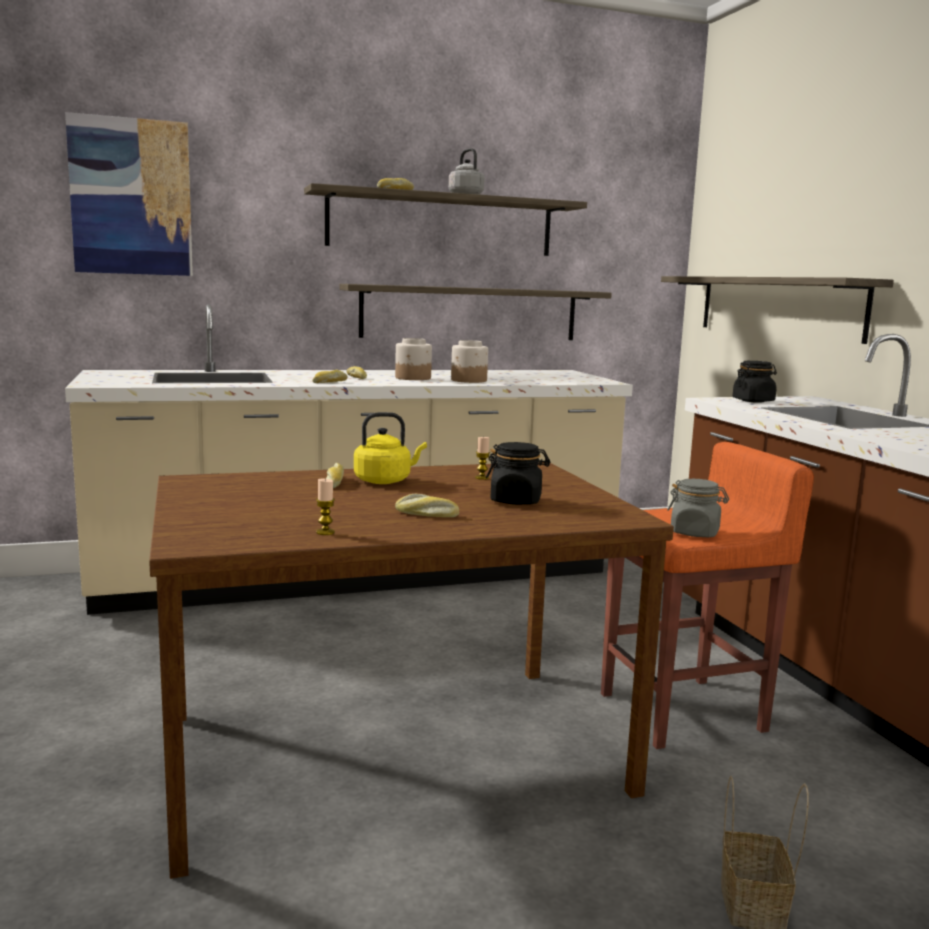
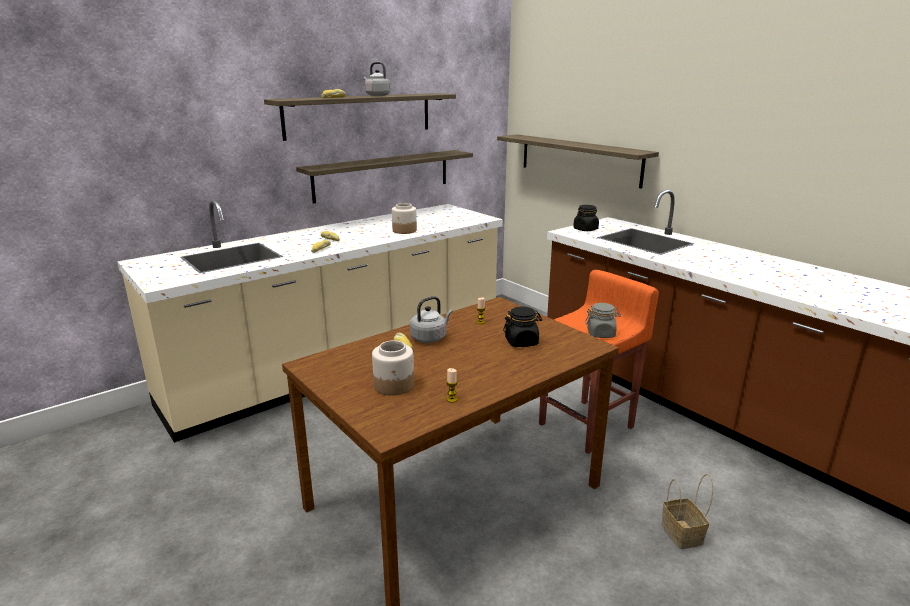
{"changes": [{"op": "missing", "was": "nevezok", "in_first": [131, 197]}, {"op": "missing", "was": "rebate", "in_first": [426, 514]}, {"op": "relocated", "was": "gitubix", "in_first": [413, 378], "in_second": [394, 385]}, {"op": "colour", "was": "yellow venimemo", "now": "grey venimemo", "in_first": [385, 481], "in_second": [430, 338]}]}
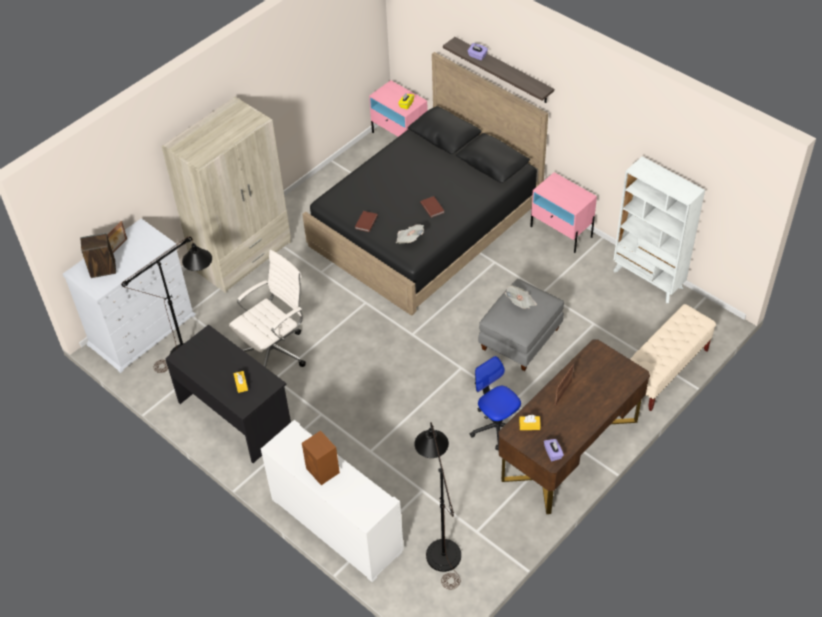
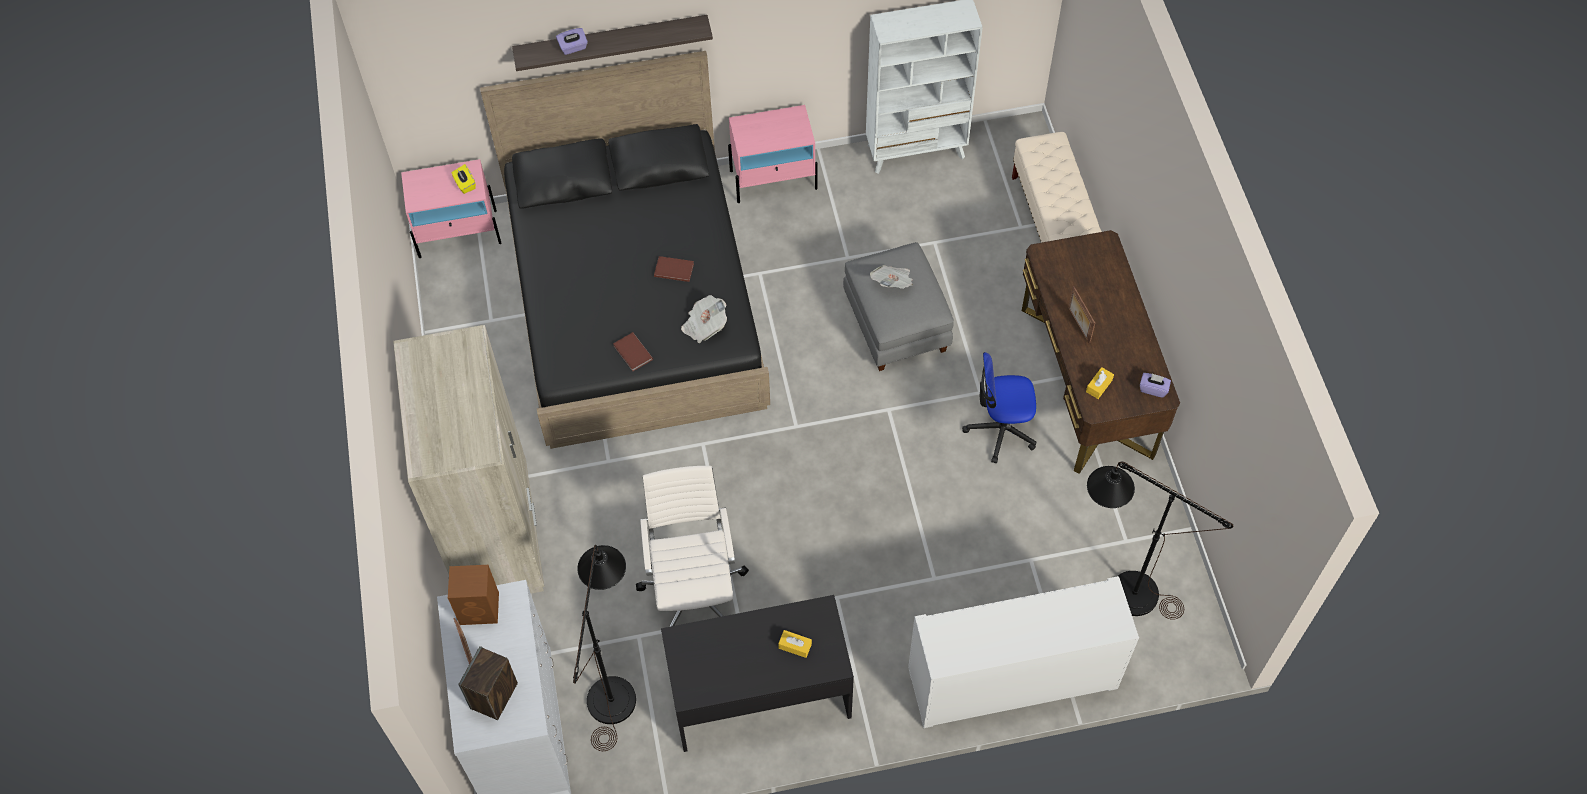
{"changes": [{"op": "relocated", "was": "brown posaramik", "in_first": [323, 471], "in_second": [480, 608]}]}
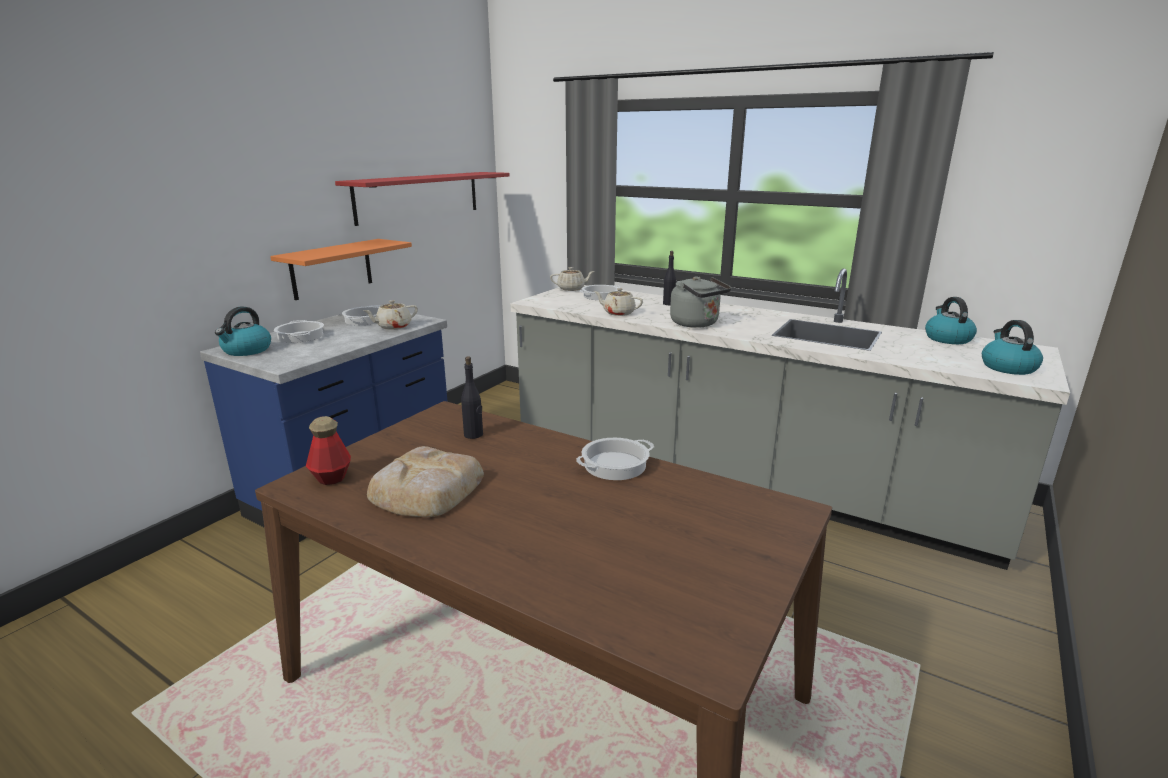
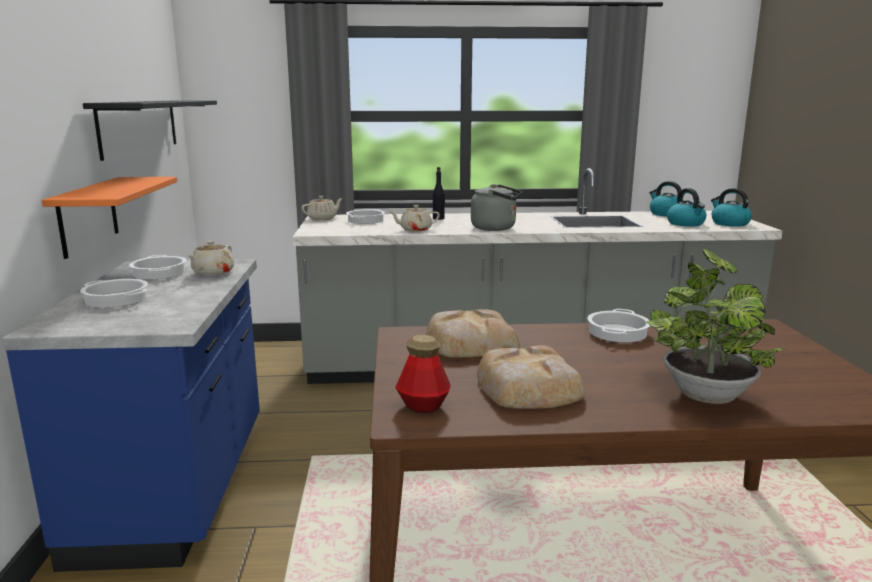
{"changes": [{"op": "appeared", "now": "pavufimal", "in_second": [704, 392]}, {"op": "relocated", "was": "venimemo", "in_first": [246, 350], "in_second": [686, 224]}, {"op": "exchanged", "was": "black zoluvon", "now": "rebate", "in_first": [473, 435], "in_second": [469, 342]}, {"op": "colour", "was": "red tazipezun", "now": "black tazipezun", "in_first": [419, 196], "in_second": [140, 126]}]}
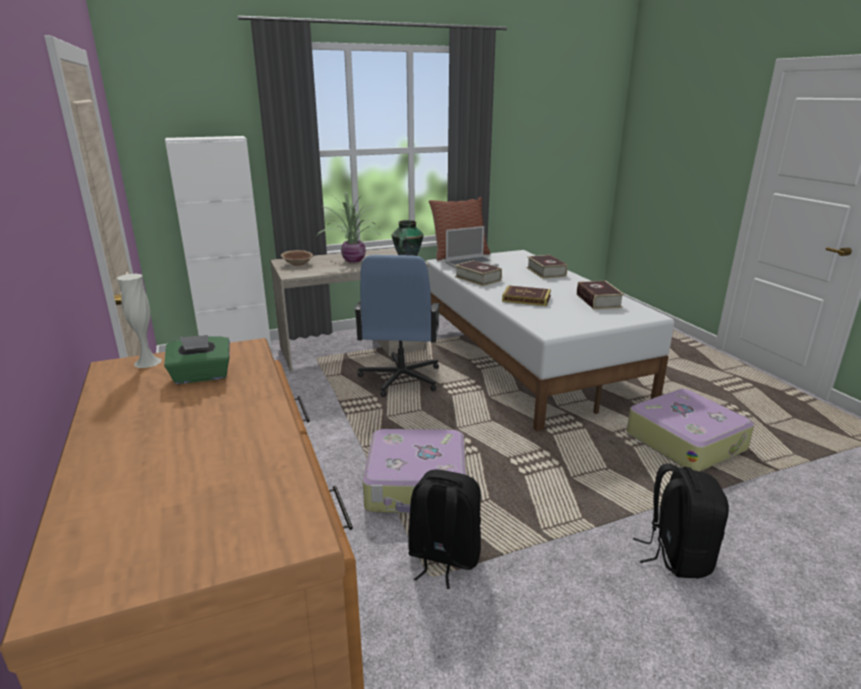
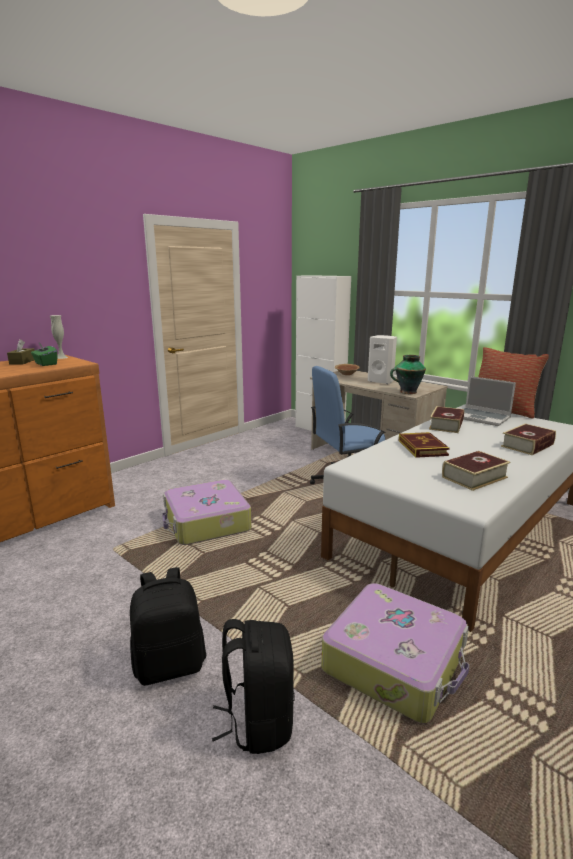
{"changes": [{"op": "appeared", "now": "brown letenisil", "in_second": [22, 362]}, {"op": "relocated", "was": "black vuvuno", "in_first": [443, 557], "in_second": [258, 720]}, {"op": "exchanged", "was": "pavufimal", "now": "white posaramik", "in_first": [353, 260], "in_second": [381, 381]}]}
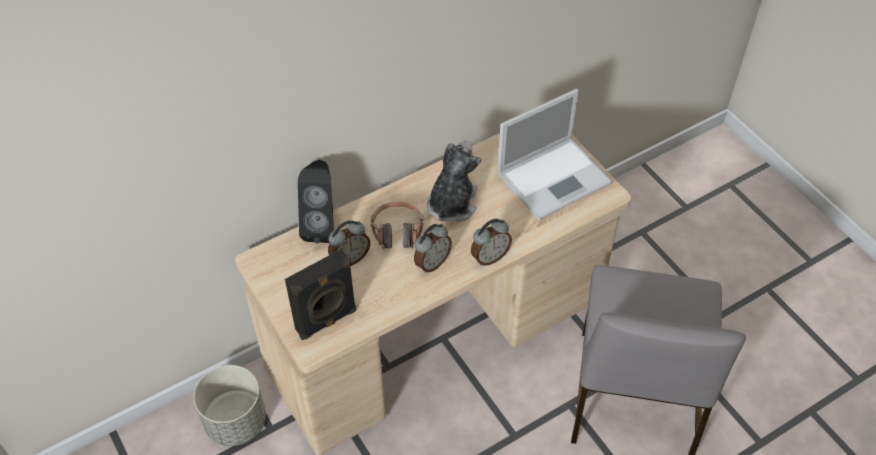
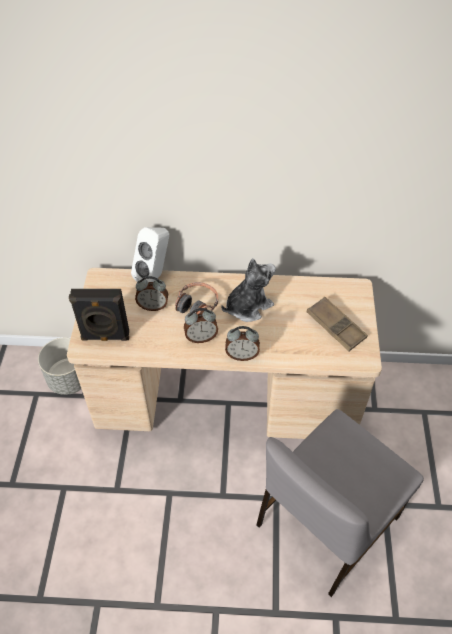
{"changes": [{"op": "exchanged", "was": "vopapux", "now": "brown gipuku", "in_first": [555, 177], "in_second": [335, 326]}, {"op": "colour", "was": "black posaramik", "now": "white posaramik", "in_first": [322, 226], "in_second": [155, 276]}]}
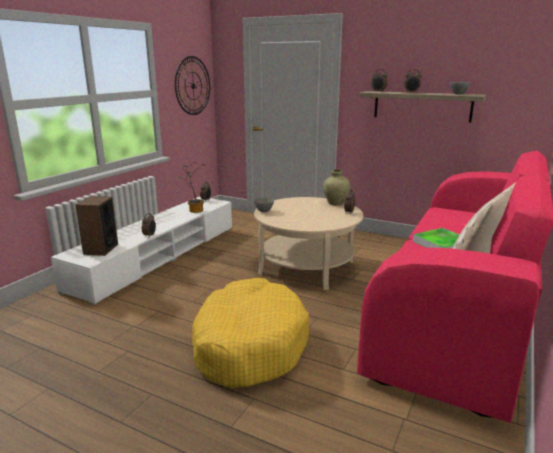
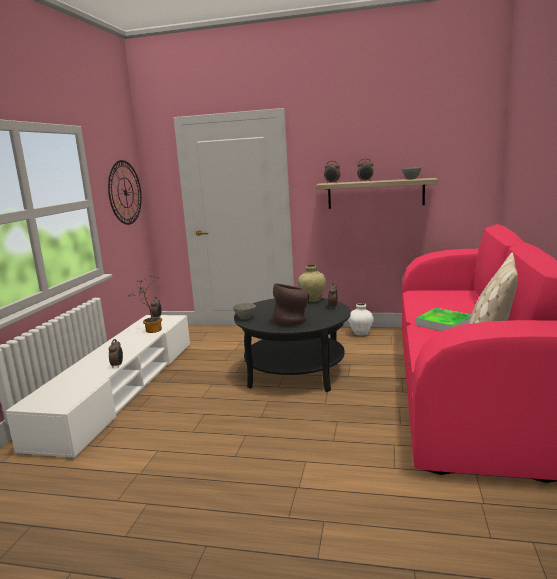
{"changes": [{"op": "missing", "was": "posaramik", "in_first": [100, 249]}, {"op": "missing", "was": "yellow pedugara", "in_first": [249, 345]}, {"op": "appeared", "now": "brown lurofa", "in_second": [292, 321]}, {"op": "appeared", "now": "white lurofa", "in_second": [361, 333]}, {"op": "colour", "was": "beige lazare", "now": "black lazare", "in_first": [306, 267], "in_second": [295, 372]}]}
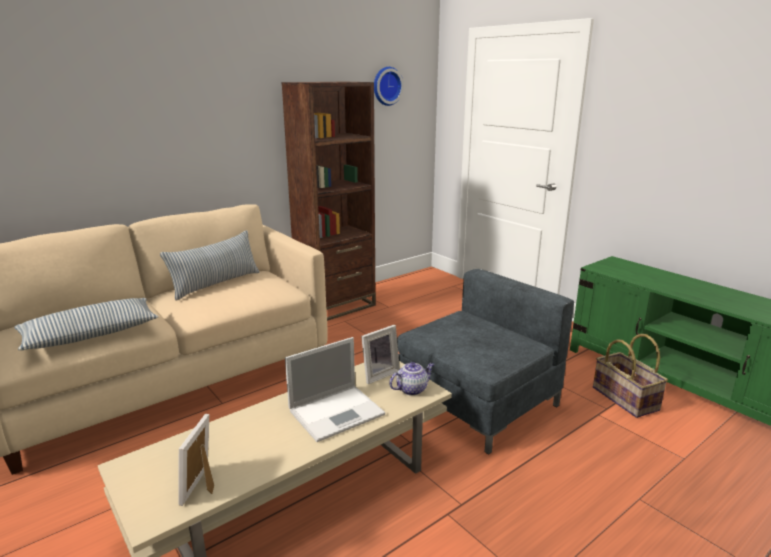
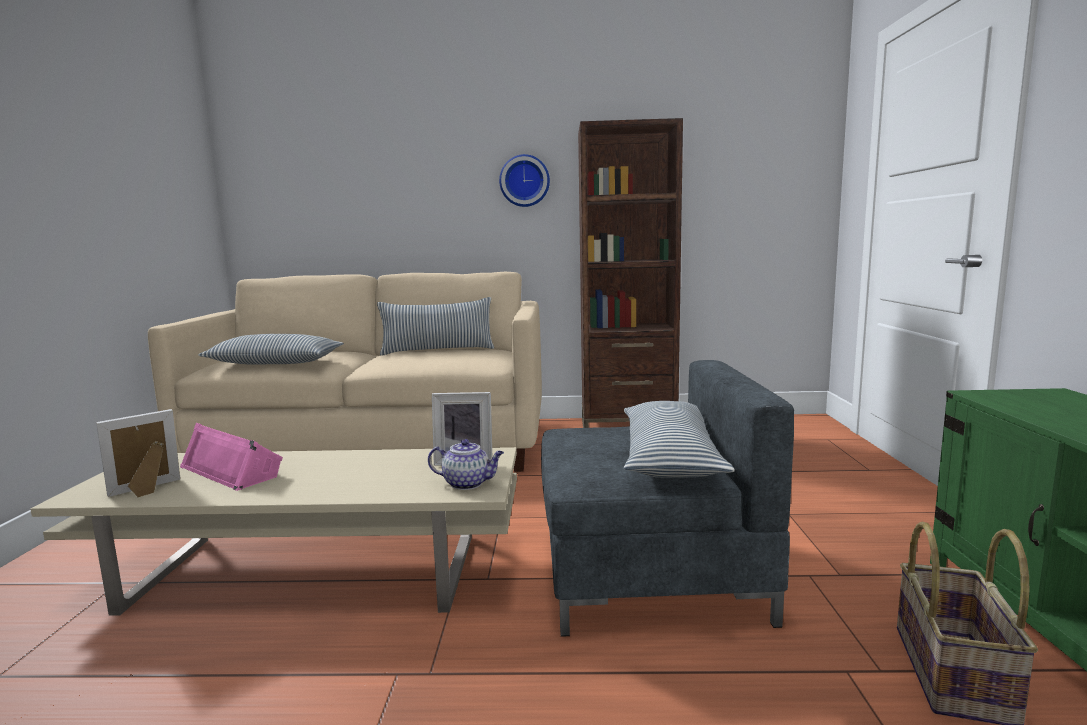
{"changes": [{"op": "missing", "was": "vopapux", "in_first": [338, 412]}, {"op": "appeared", "now": "pink posaramik", "in_second": [233, 470]}, {"op": "appeared", "now": "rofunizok", "in_second": [670, 456]}, {"op": "relocated", "was": "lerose", "in_first": [386, 86], "in_second": [524, 181]}]}
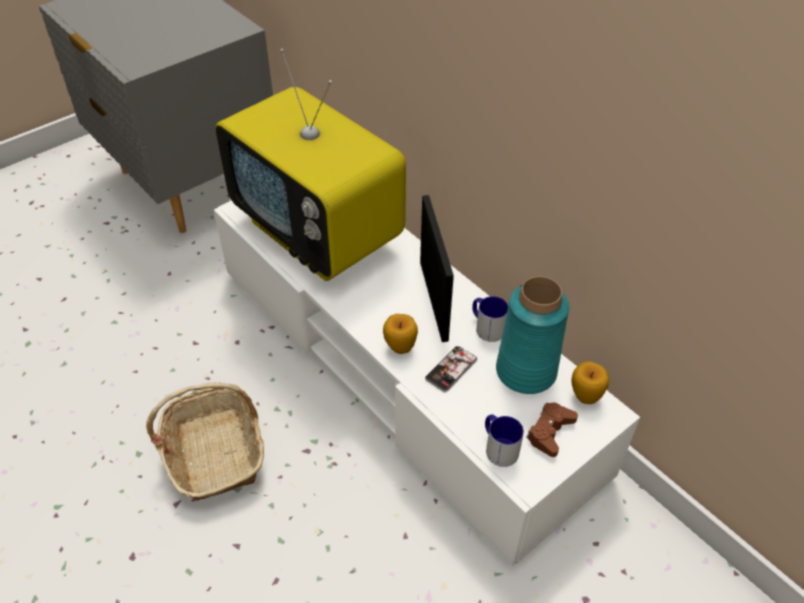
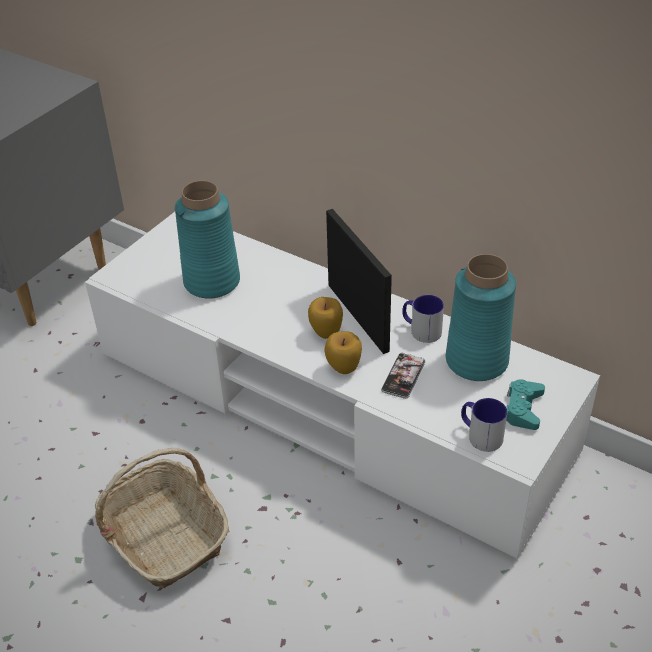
{"changes": [{"op": "relocated", "was": "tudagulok", "in_first": [585, 396], "in_second": [326, 333]}, {"op": "exchanged", "was": "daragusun", "now": "turquoise lurofa", "in_first": [320, 234], "in_second": [212, 281]}, {"op": "colour", "was": "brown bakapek", "now": "turquoise bakapek", "in_first": [550, 432], "in_second": [523, 409]}]}
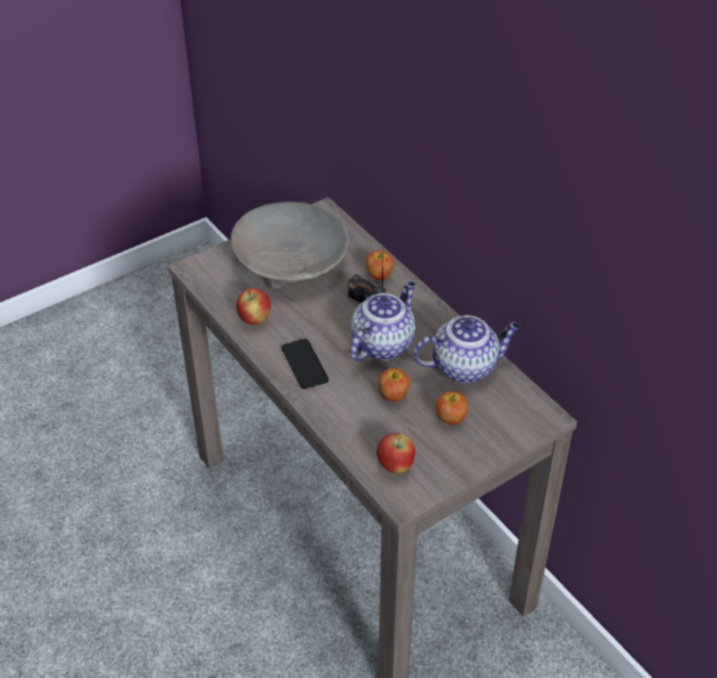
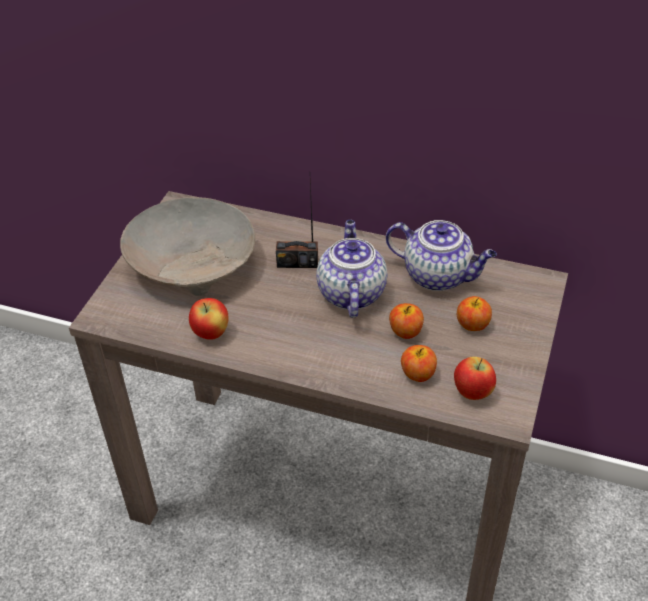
{"changes": [{"op": "missing", "was": "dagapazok", "in_first": [304, 364]}, {"op": "relocated", "was": "tudagulok", "in_first": [379, 275], "in_second": [417, 374]}, {"op": "spun", "was": "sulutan", "in_first": [465, 366], "in_second": [439, 275], "clockwise": 75}]}
